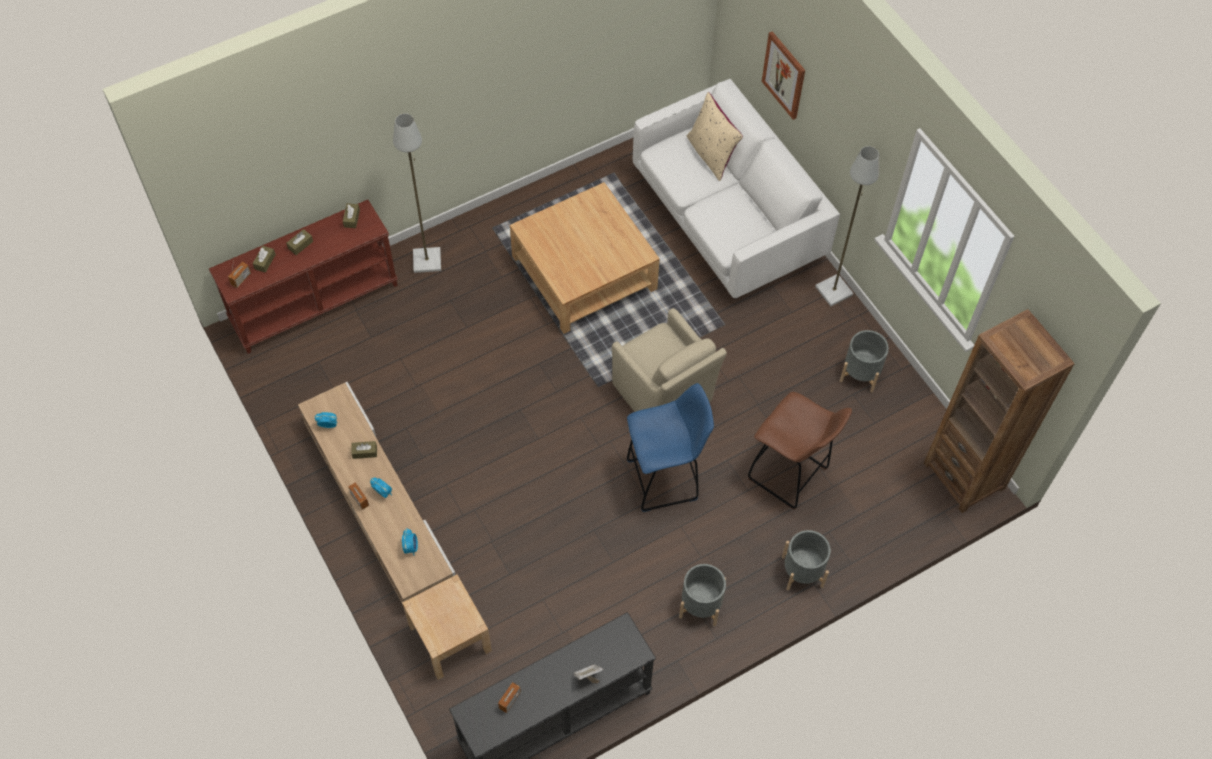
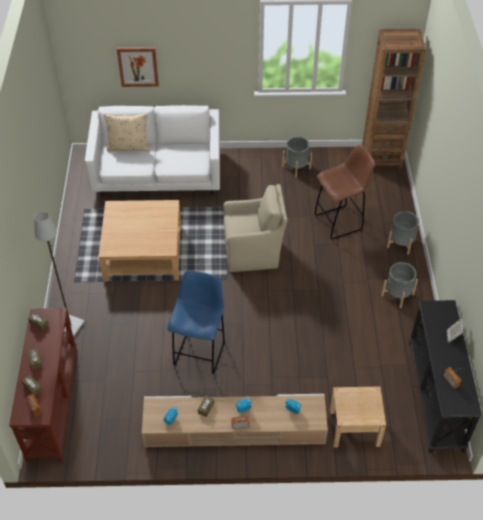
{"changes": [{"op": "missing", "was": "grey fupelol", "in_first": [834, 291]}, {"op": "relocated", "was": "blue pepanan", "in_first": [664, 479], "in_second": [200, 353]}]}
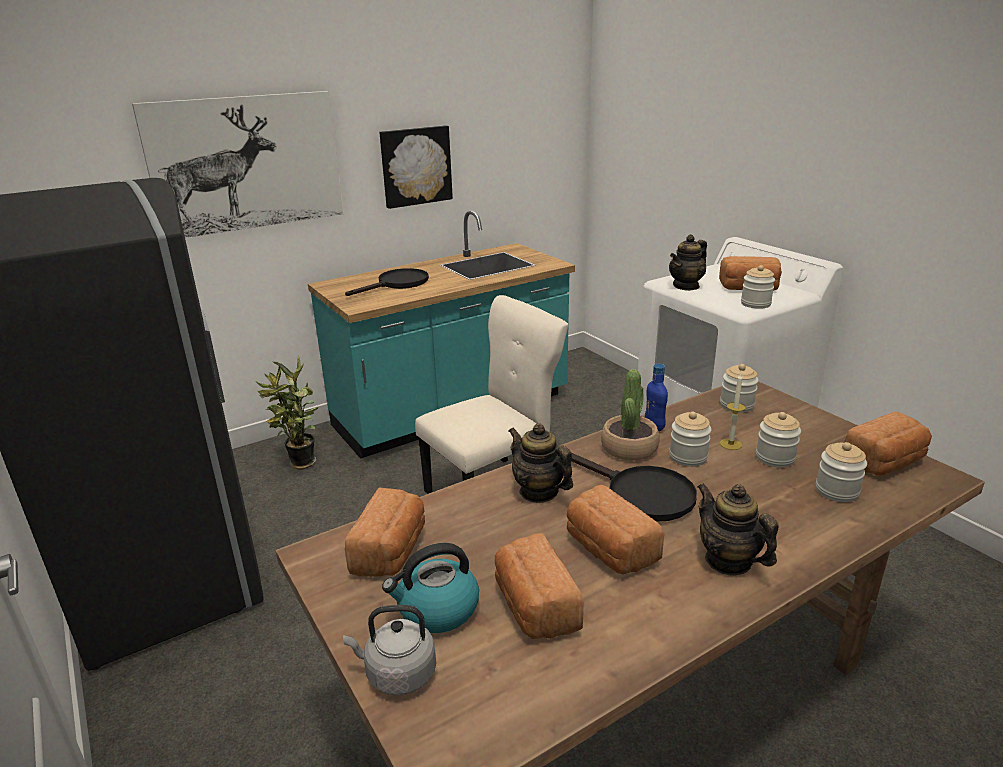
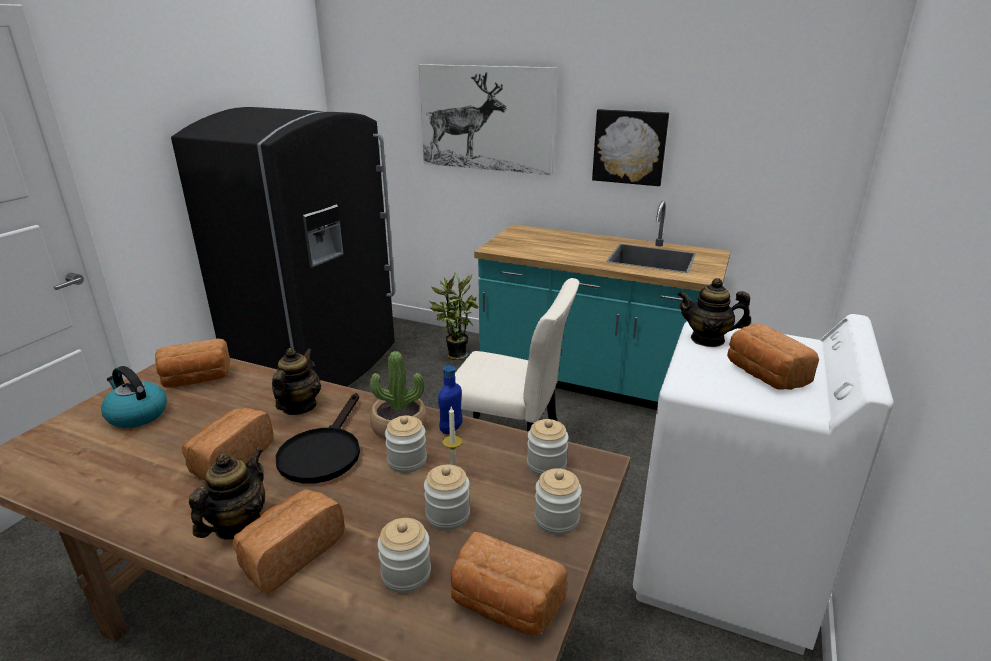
{"changes": [{"op": "missing", "was": "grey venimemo", "in_first": [397, 674]}, {"op": "missing", "was": "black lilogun", "in_first": [397, 284]}, {"op": "relocated", "was": "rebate", "in_first": [534, 607], "in_second": [290, 554]}, {"op": "relocated", "was": "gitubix", "in_first": [755, 304], "in_second": [556, 519]}]}
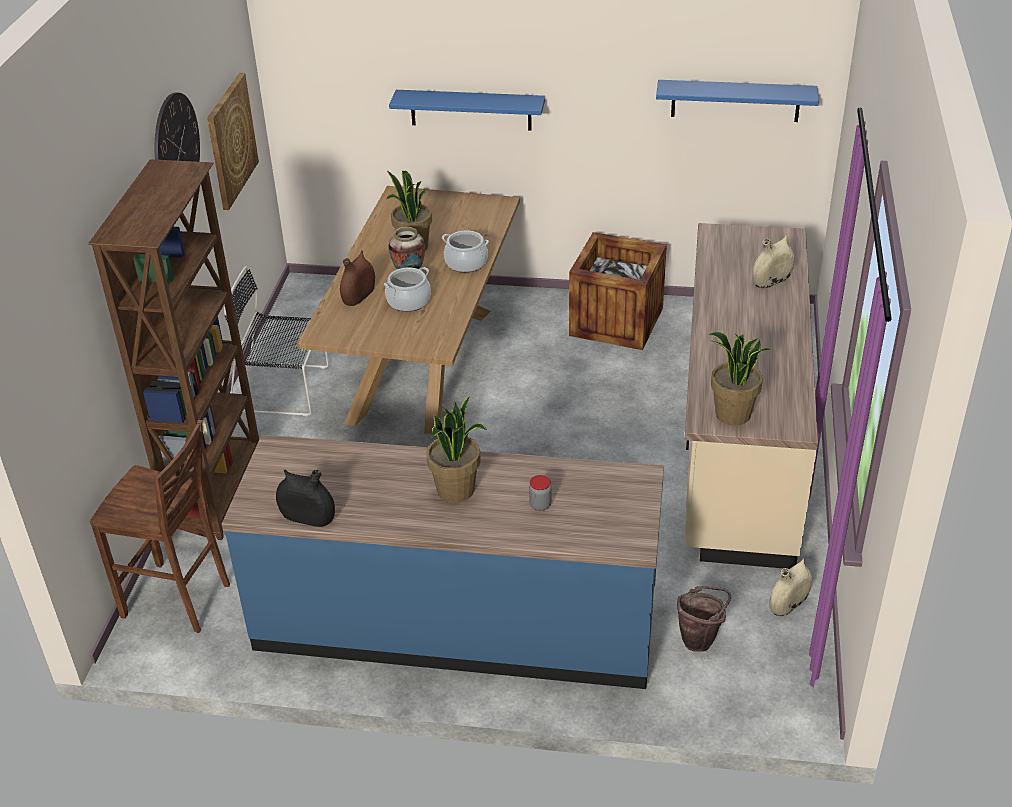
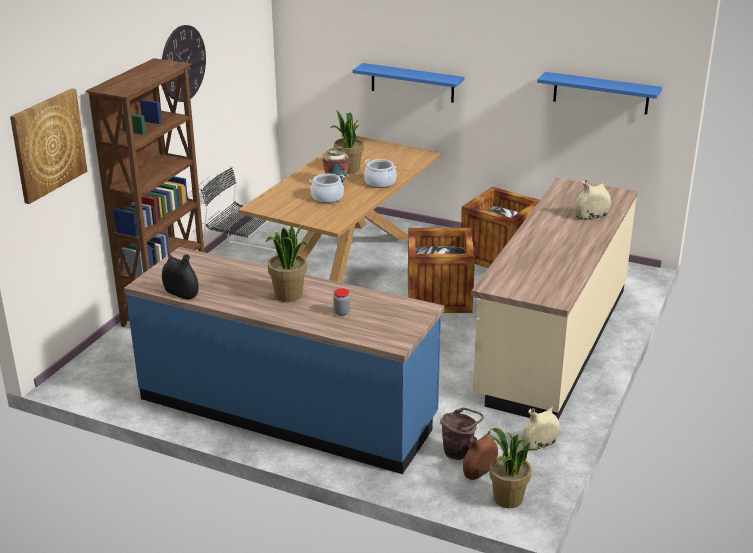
{"changes": [{"op": "missing", "was": "brown pepanan", "in_first": [179, 600]}, {"op": "appeared", "now": "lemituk", "in_second": [439, 297]}, {"op": "relocated", "was": "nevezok", "in_first": [231, 140], "in_second": [48, 144]}, {"op": "relocated", "was": "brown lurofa", "in_first": [359, 296], "in_second": [480, 471]}, {"op": "relocated", "was": "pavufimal", "in_first": [732, 415], "in_second": [507, 499]}]}
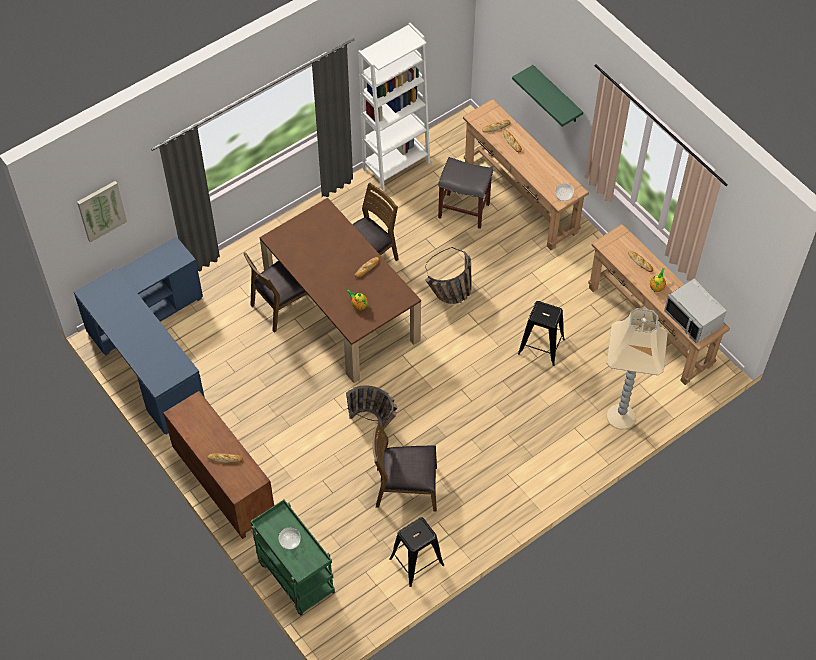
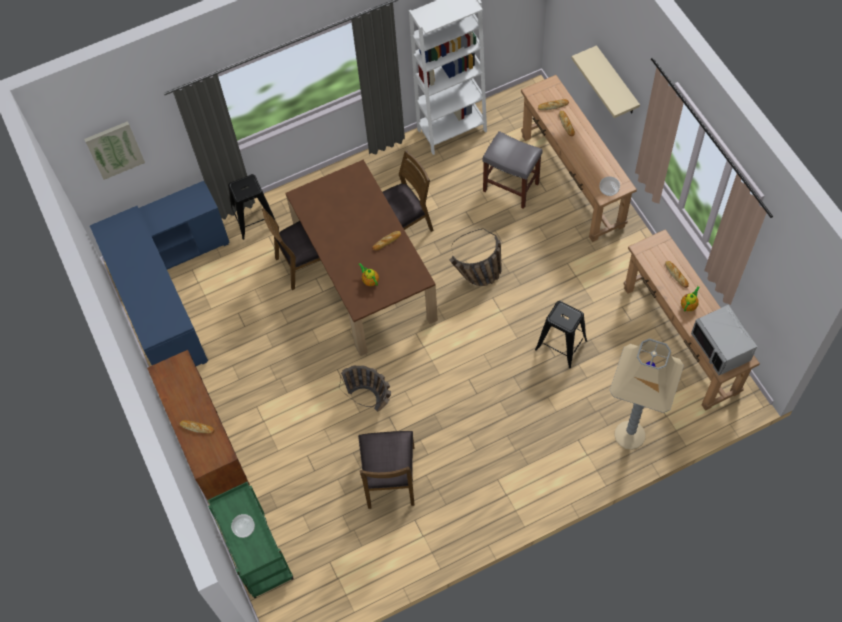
{"changes": [{"op": "relocated", "was": "black pepanan", "in_first": [417, 561], "in_second": [255, 219]}, {"op": "colour", "was": "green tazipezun", "now": "beige tazipezun", "in_first": [557, 95], "in_second": [616, 82]}, {"op": "spun", "was": "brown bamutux", "in_first": [406, 488], "in_second": [389, 477], "clockwise": -105}]}
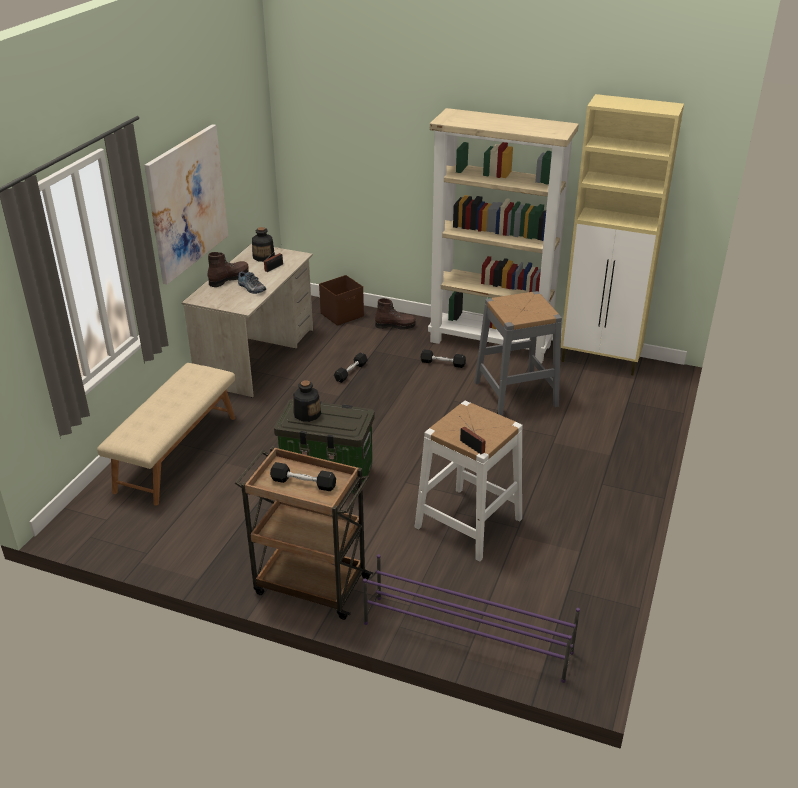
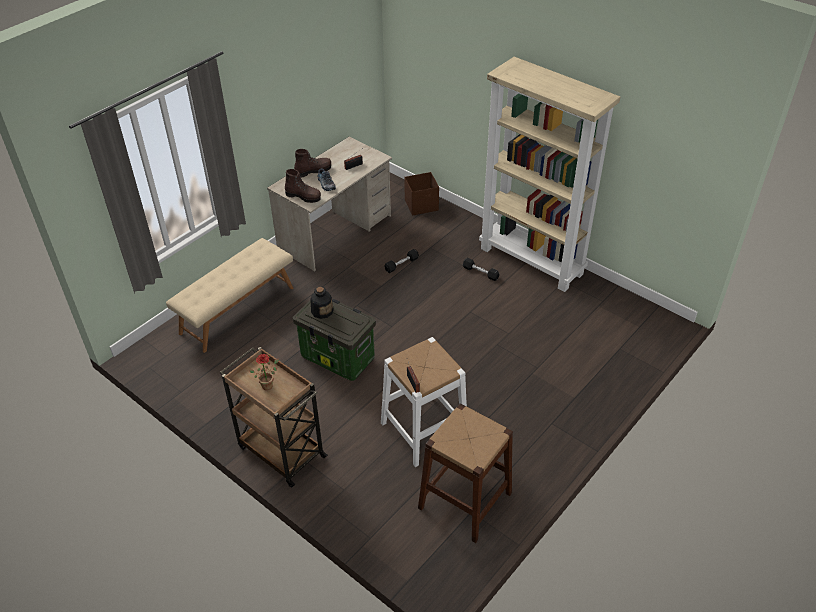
{"changes": [{"op": "missing", "was": "nevezok", "in_first": [187, 202]}, {"op": "missing", "was": "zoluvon", "in_first": [264, 257]}, {"op": "missing", "was": "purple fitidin", "in_first": [466, 637]}, {"op": "missing", "was": "grey pepanan", "in_first": [516, 394]}, {"op": "missing", "was": "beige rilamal", "in_first": [601, 361]}, {"op": "appeared", "now": "brown pepanan", "in_second": [465, 500]}, {"op": "relocated", "was": "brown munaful", "in_first": [395, 325], "in_second": [303, 196]}, {"op": "exchanged", "was": "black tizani", "now": "pavufimal", "in_first": [303, 483], "in_second": [268, 384]}]}
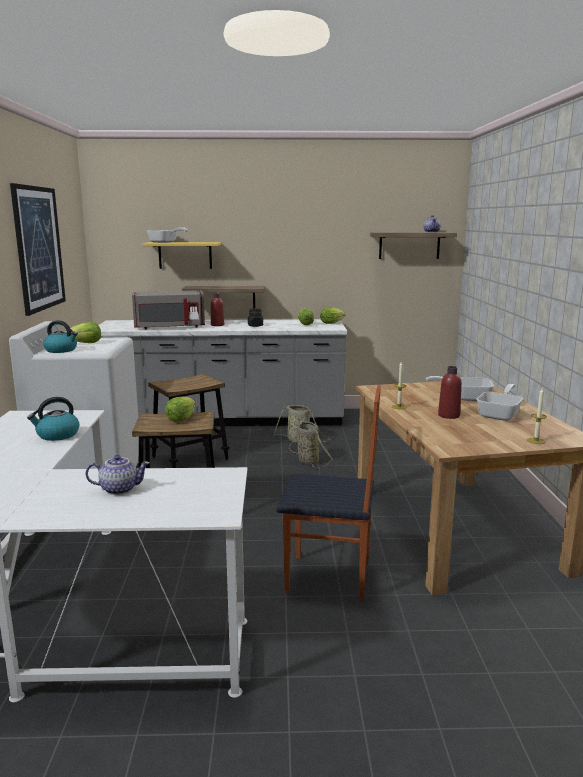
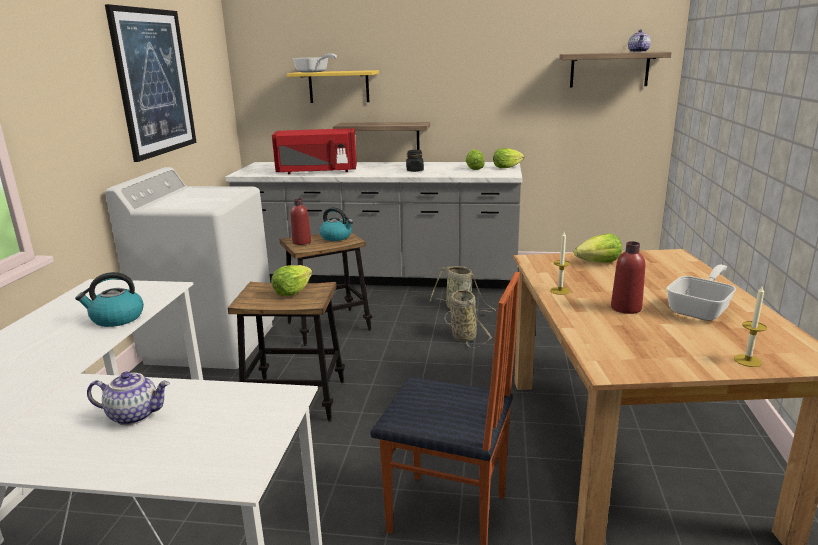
{"changes": [{"op": "missing", "was": "lilogun", "in_first": [466, 397]}, {"op": "relocated", "was": "venimemo", "in_first": [61, 350], "in_second": [336, 237]}, {"op": "relocated", "was": "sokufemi", "in_first": [86, 343], "in_second": [599, 263]}, {"op": "relocated", "was": "red zoluvon", "in_first": [217, 325], "in_second": [301, 242]}, {"op": "colour", "was": "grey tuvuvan", "now": "red tuvuvan", "in_first": [169, 327], "in_second": [317, 171]}]}
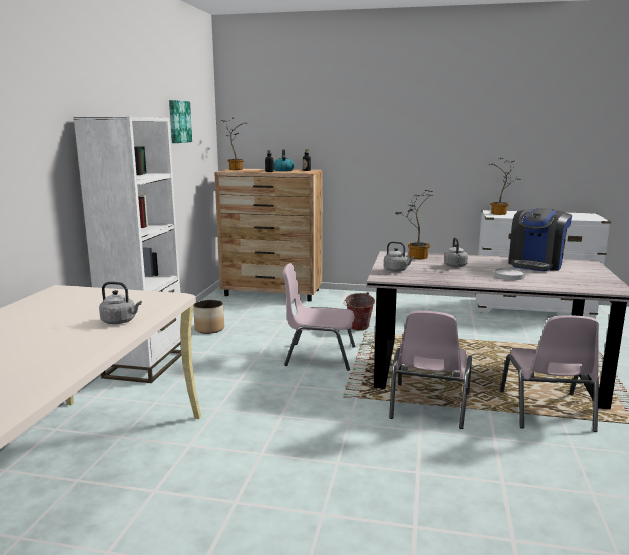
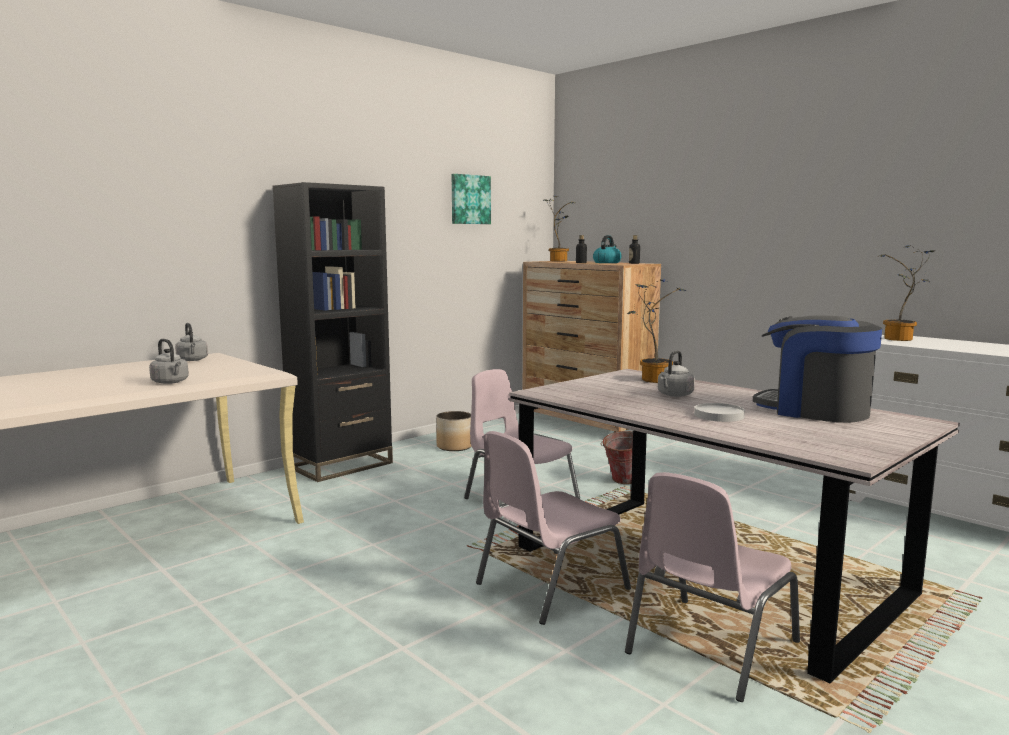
{"changes": [{"op": "relocated", "was": "grey venimemo", "in_first": [396, 270], "in_second": [192, 360]}, {"op": "colour", "was": "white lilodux", "now": "black lilodux", "in_first": [145, 365], "in_second": [341, 465]}, {"op": "spun", "was": "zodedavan", "in_first": [536, 264], "in_second": [814, 410], "clockwise": 60}]}
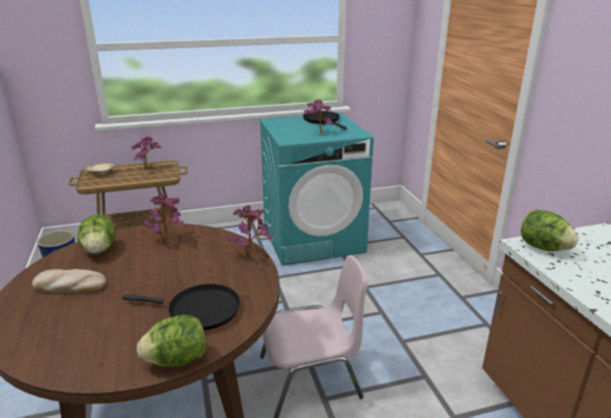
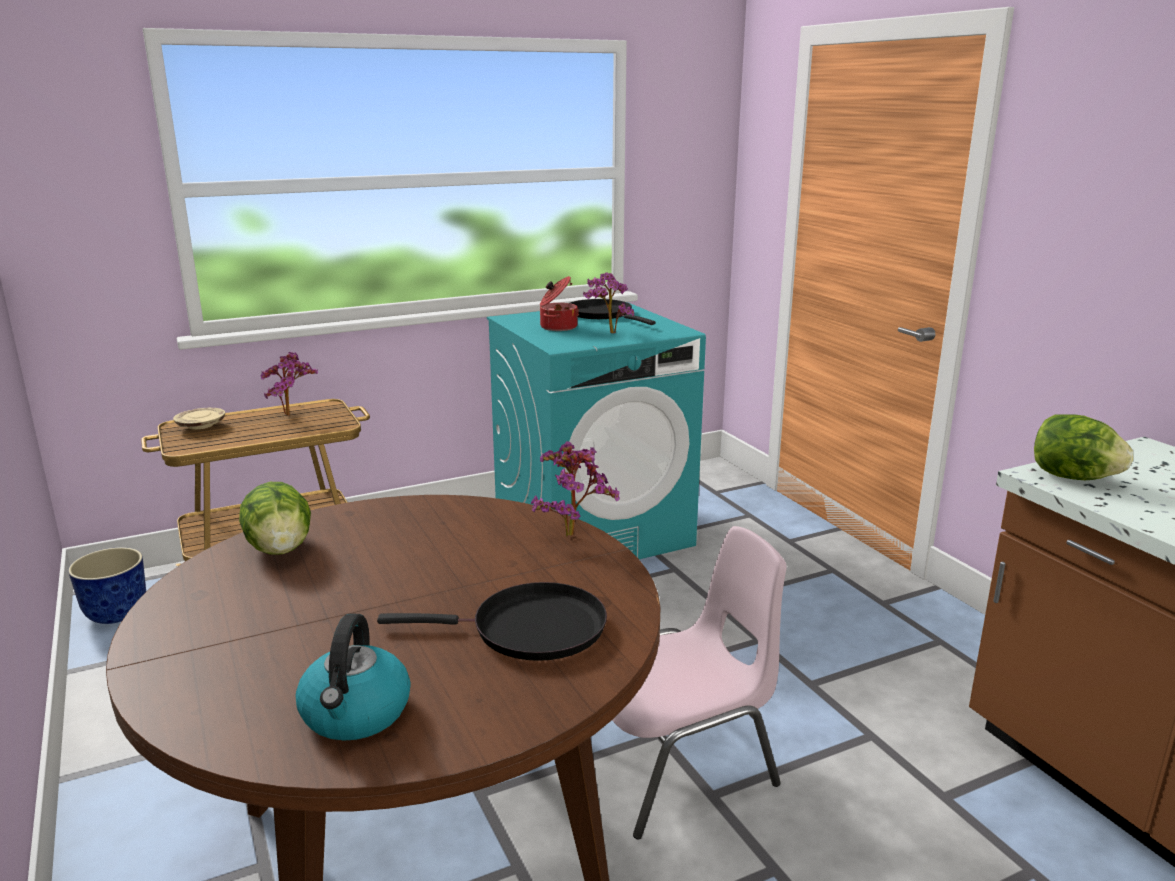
{"changes": [{"op": "missing", "was": "rebate", "in_first": [69, 285]}, {"op": "missing", "was": "sokufemi", "in_first": [177, 360]}, {"op": "missing", "was": "pavufimal", "in_first": [168, 240]}, {"op": "appeared", "now": "venimemo", "in_second": [356, 714]}, {"op": "appeared", "now": "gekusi", "in_second": [557, 327]}]}
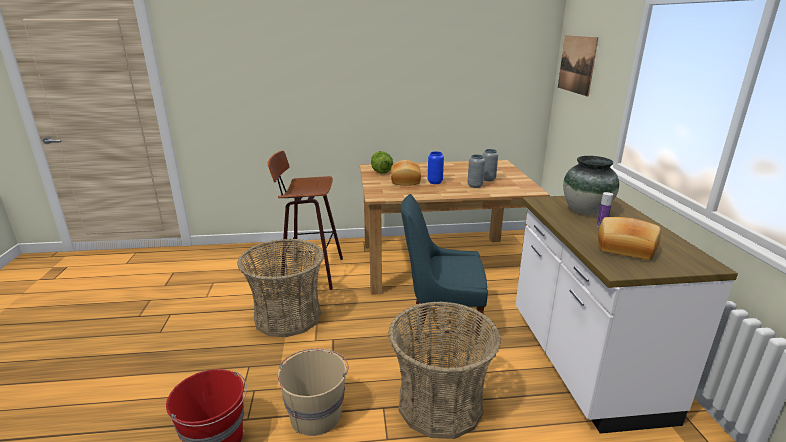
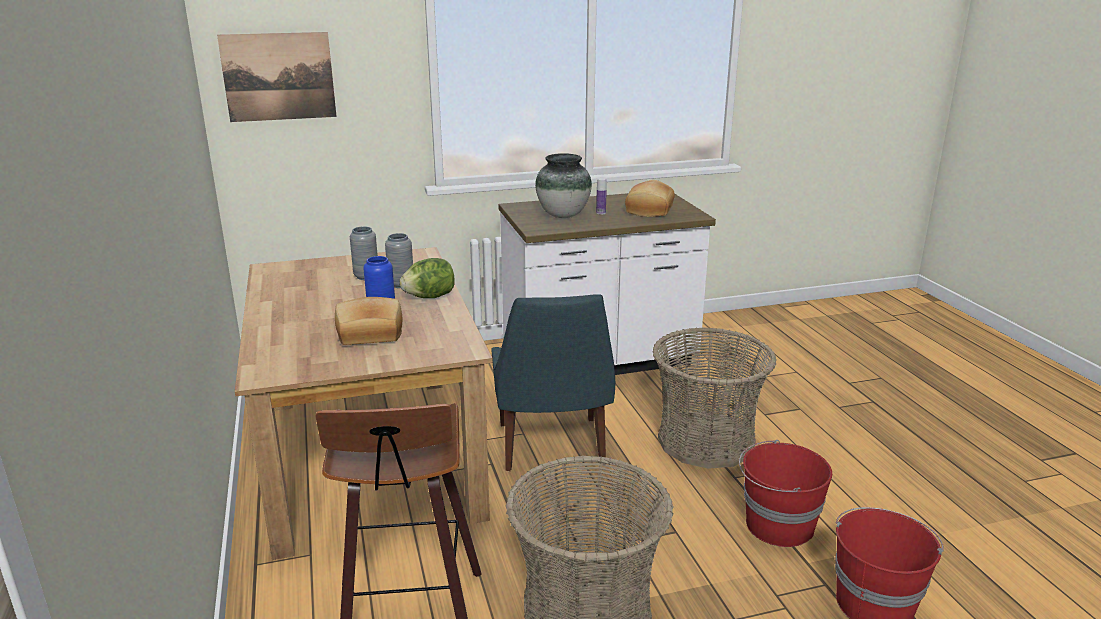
{"changes": [{"op": "relocated", "was": "sokufemi", "in_first": [381, 172], "in_second": [430, 297]}, {"op": "colour", "was": "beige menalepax", "now": "red menalepax", "in_first": [316, 414], "in_second": [777, 526]}]}
